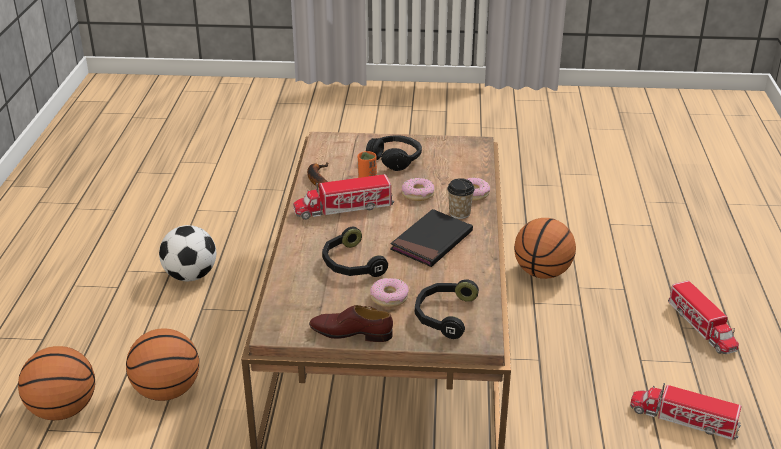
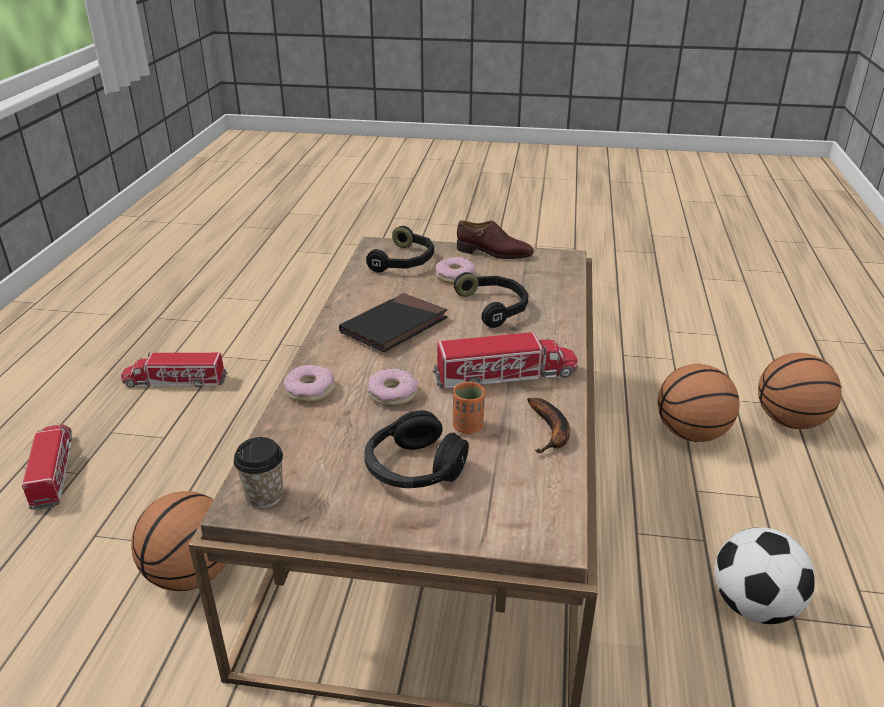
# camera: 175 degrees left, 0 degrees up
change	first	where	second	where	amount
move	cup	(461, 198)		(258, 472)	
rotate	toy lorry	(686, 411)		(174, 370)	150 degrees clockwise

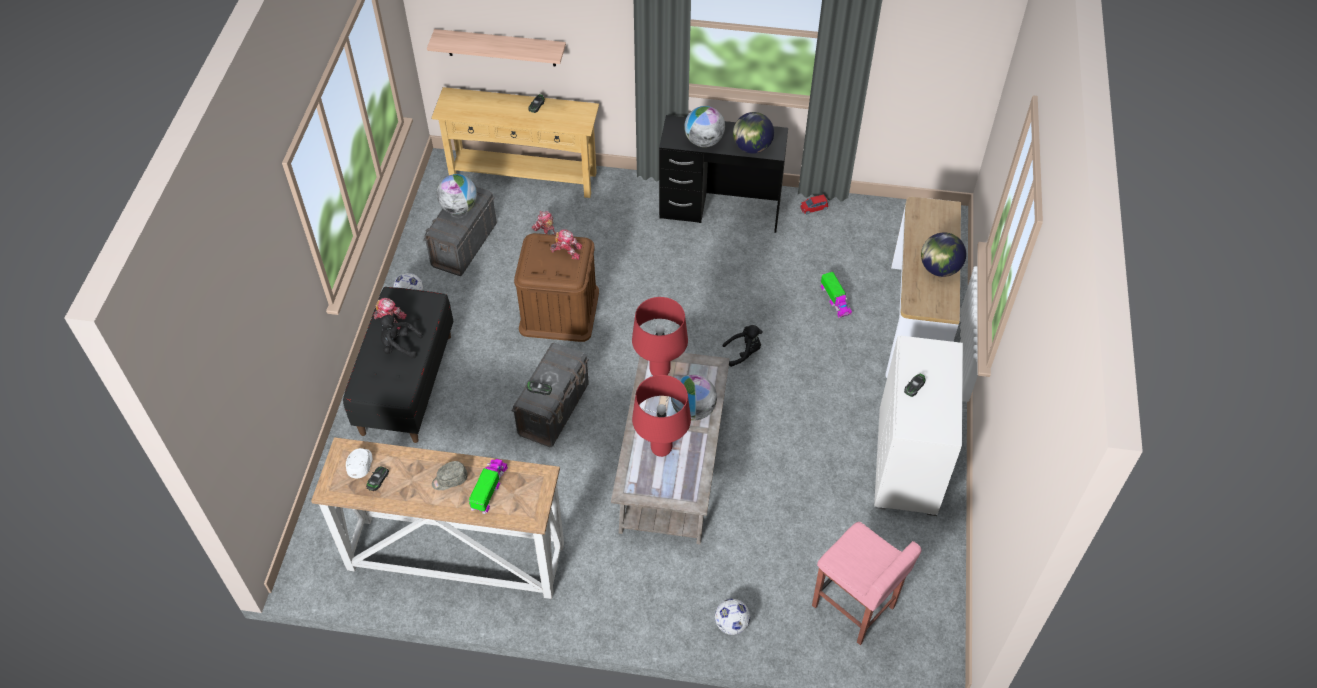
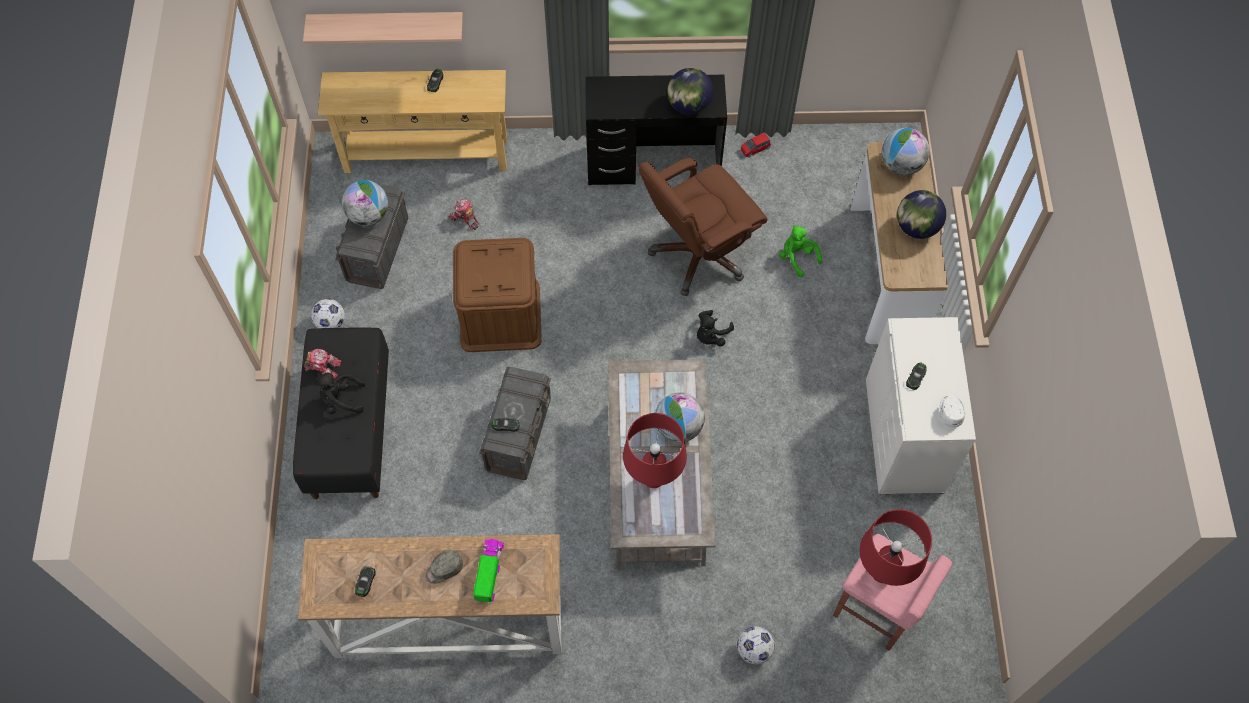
# camera: 10 degrees left, 10 degrees up
change	first	where	second	where	amount
move	white baseball cap	(359, 463)		(952, 411)	
delete	toy robot	(566, 244)			
move	red-coloured table lamp	(660, 336)		(896, 547)	
move	globe	(704, 126)		(906, 151)	
rotate	blackish plush toy	(742, 346)		(715, 328)	150 degrees clockwise
replace	toy lorry	(836, 295)	green-coloured plush toy	(801, 251)	
insert			brown-coloured office chair	(703, 227)	

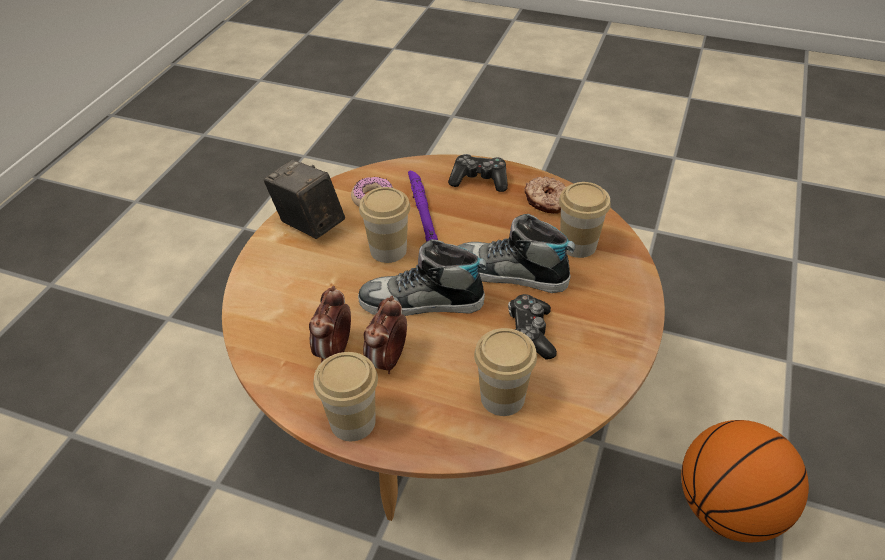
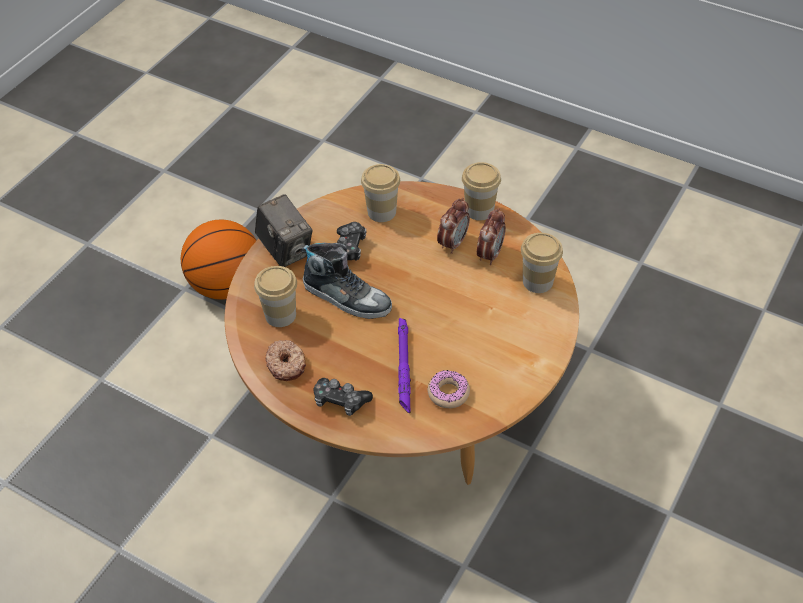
# camera: 170 degrees left, 5 degrees up
change	first	where	second	where	amount
move	photo camera	(304, 199)		(283, 230)	
delete	item of footwear	(422, 277)			
move	cup	(384, 225)		(542, 263)	

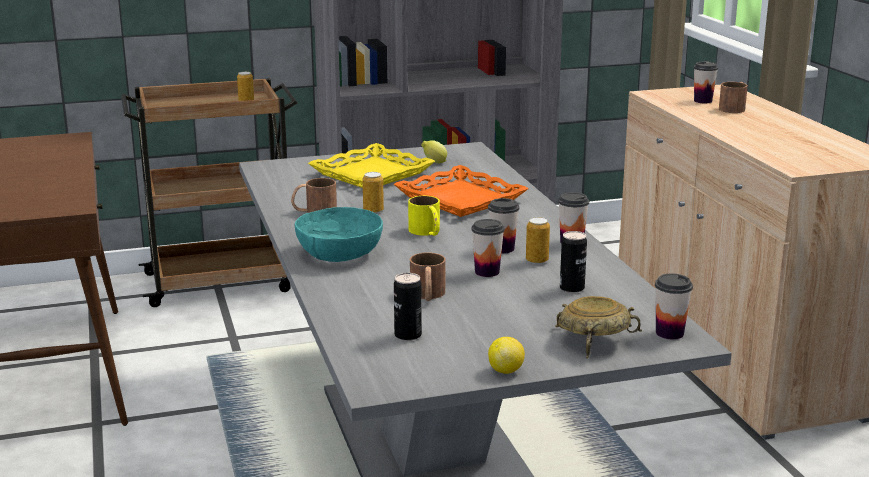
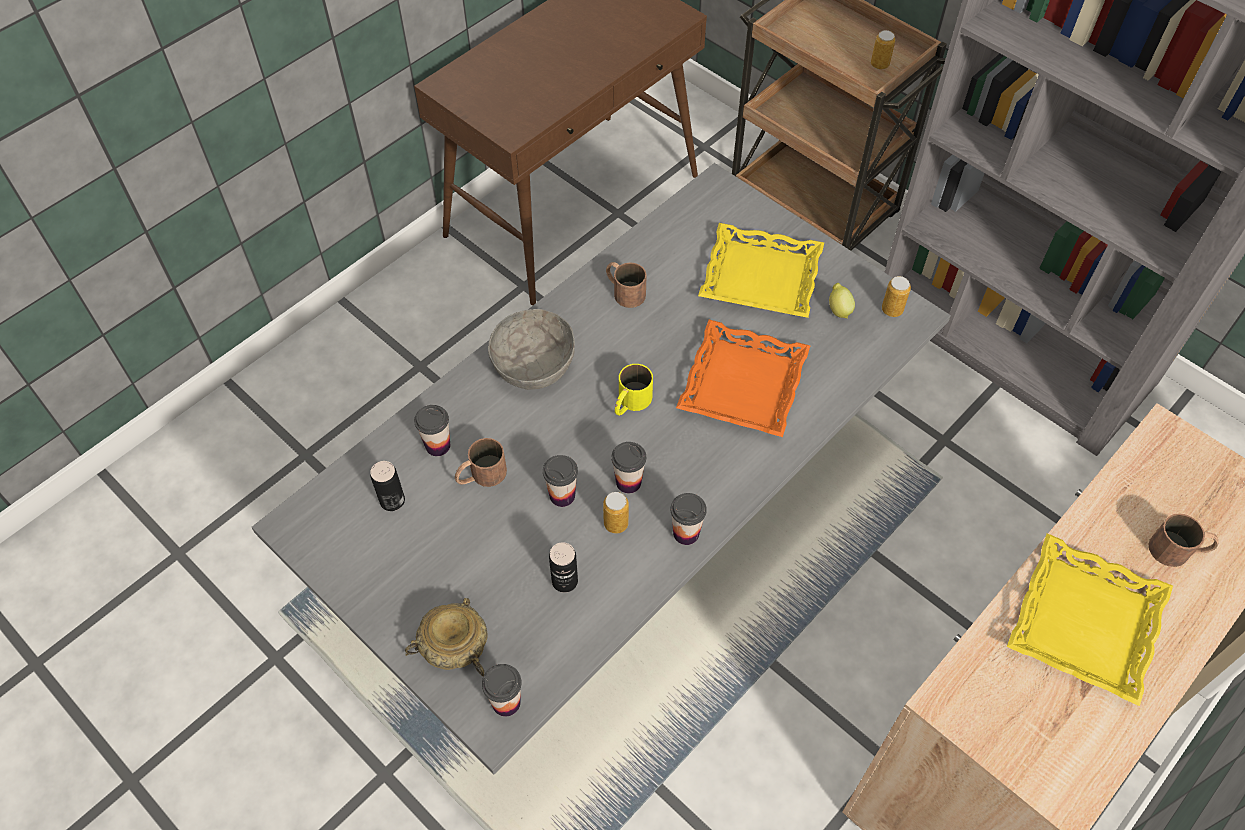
# camera: 60 degrees right, 35 degrees up
change	first	where	second	where	amount
recolor	blue-green serving bowl	(339, 234)	gray serving bowl	(531, 349)	
move	can	(373, 192)		(896, 296)	
delete	citrus fruit	(506, 355)			
move	cup	(706, 82)		(432, 430)	
insert			yellow tray	(1090, 619)	

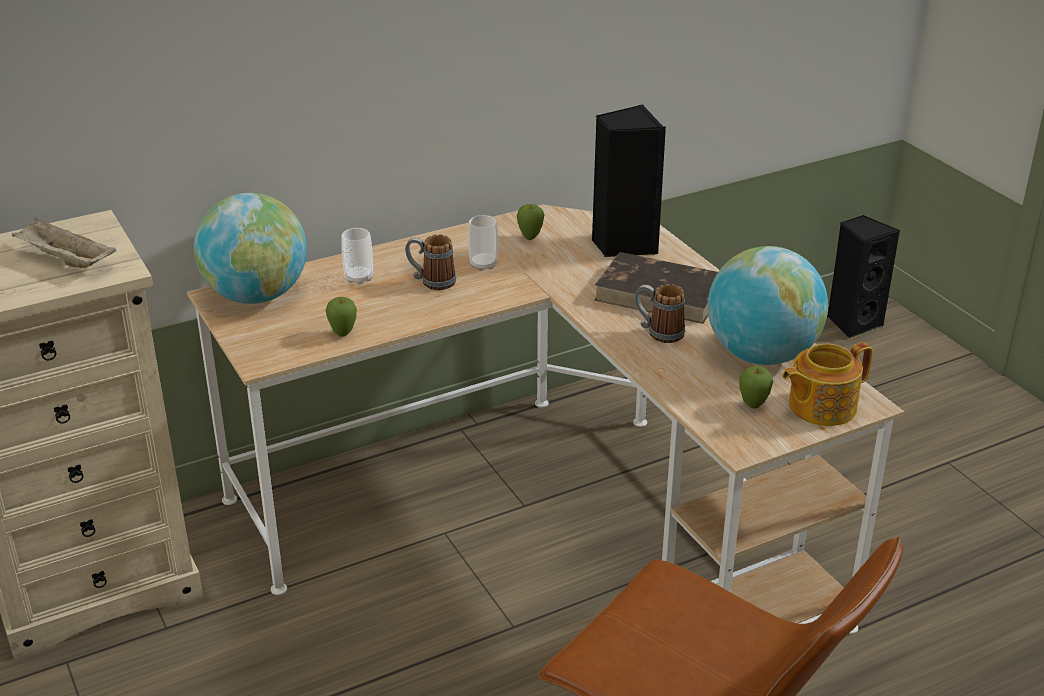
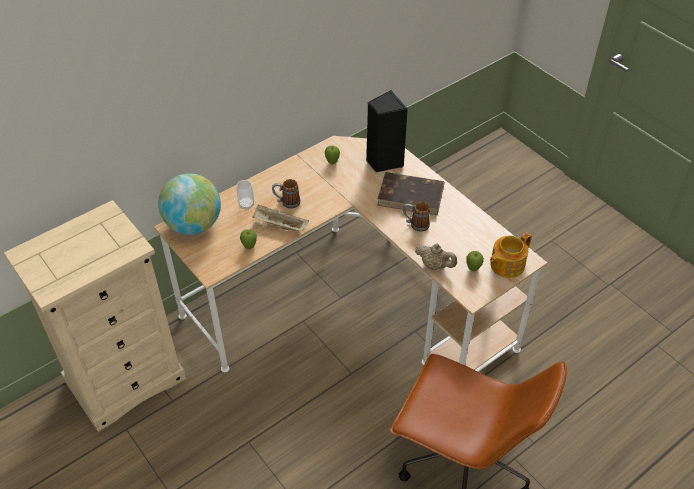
# camera: 10 degrees left, 15 degrees up
change	first	where	second	where	amount
move	beige tray	(64, 243)		(280, 218)	
delete	cup	(483, 243)			
delete	globe	(767, 305)			
delete	blackish audio speaker	(863, 276)			
insert			beige teapot	(436, 256)	

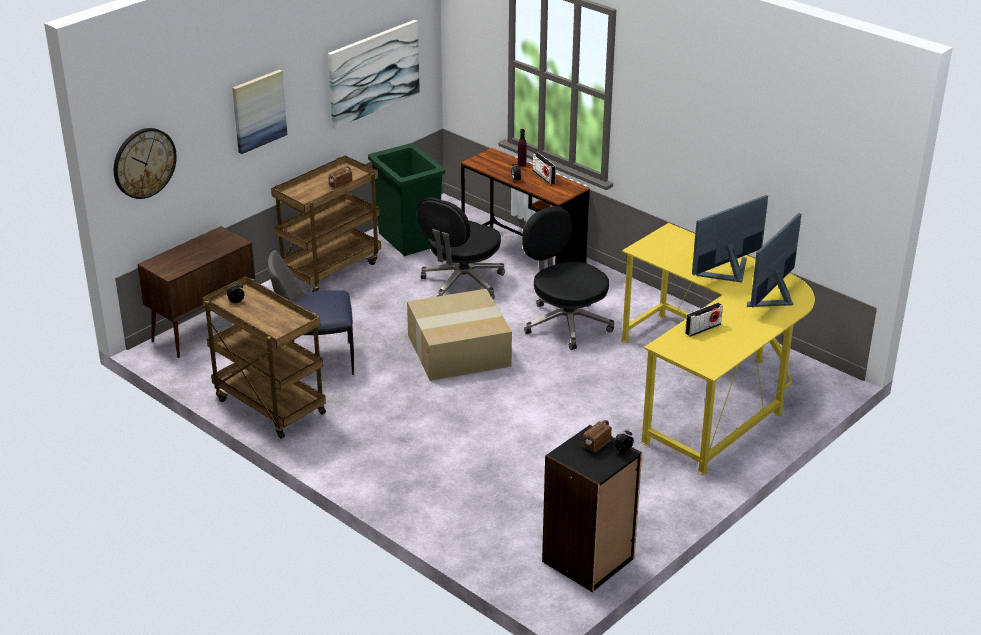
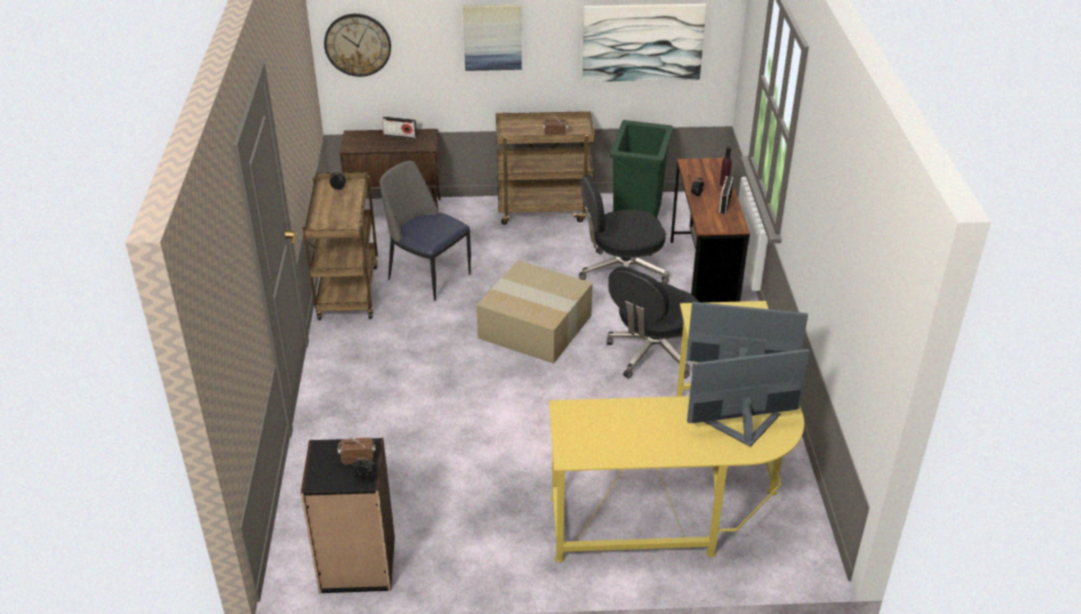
# camera: 45 degrees right, 5 degrees up
change	first	where	second	where	amount
rotate	blackish office chair	(568, 278)		(653, 322)	150 degrees counterclockwise
move	radio set	(704, 319)		(399, 127)	

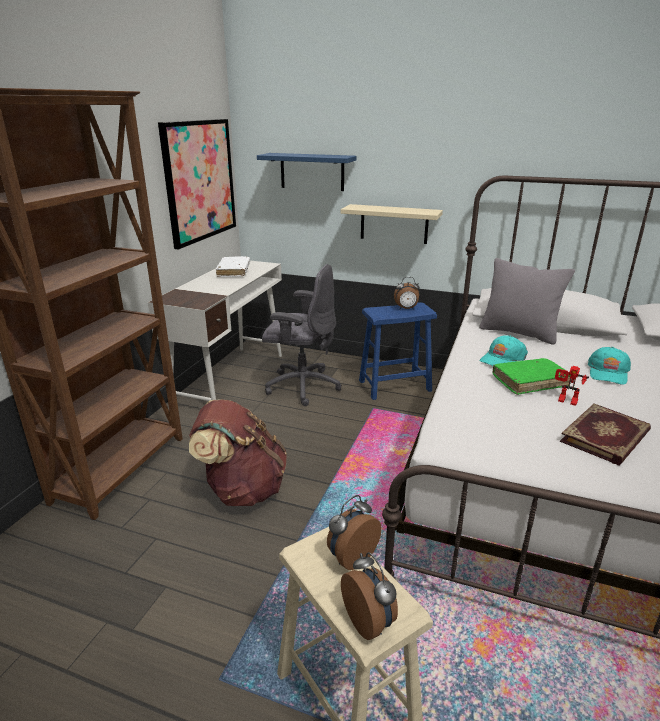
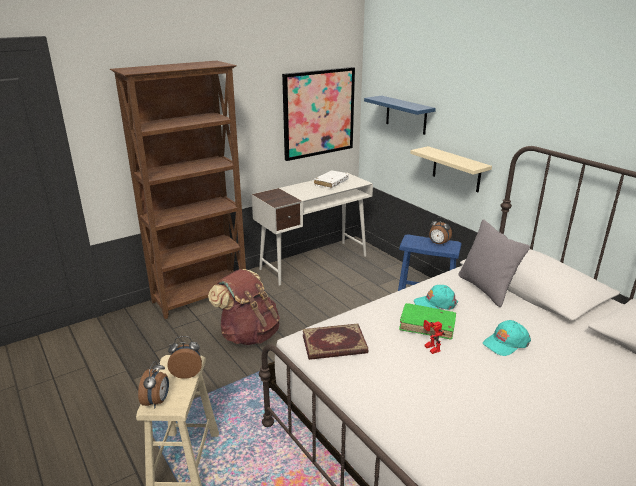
# camera: 35 degrees right, 0 degrees up
change	first	where	second	where	amount
delete	gray office chair	(302, 335)			
move	volume	(605, 434)		(335, 341)	

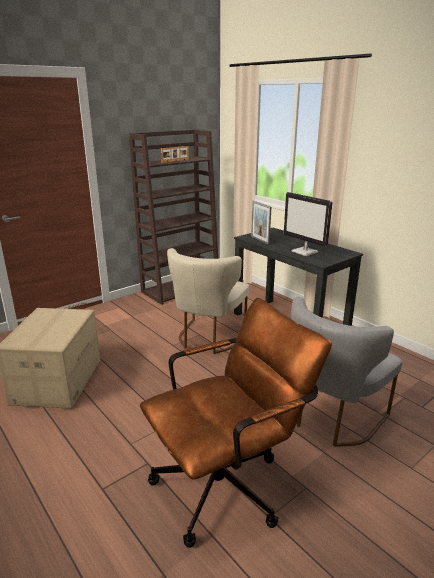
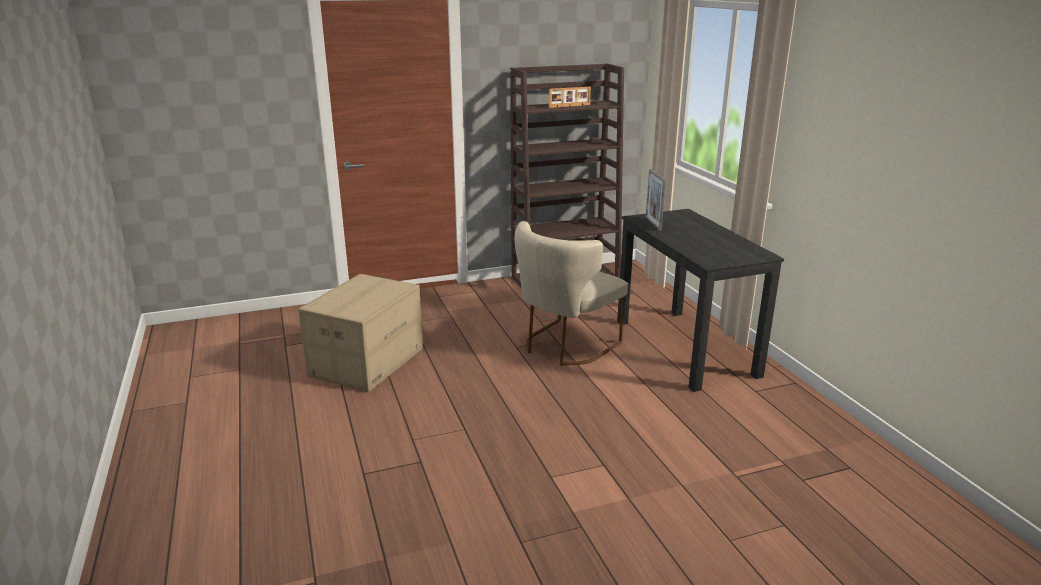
# camera: 20 degrees right, 0 degrees up
change	first	where	second	where	amount
delete	brown-coloured office chair	(236, 423)			
delete	computer display	(308, 224)			
delete	gray chair	(347, 372)			

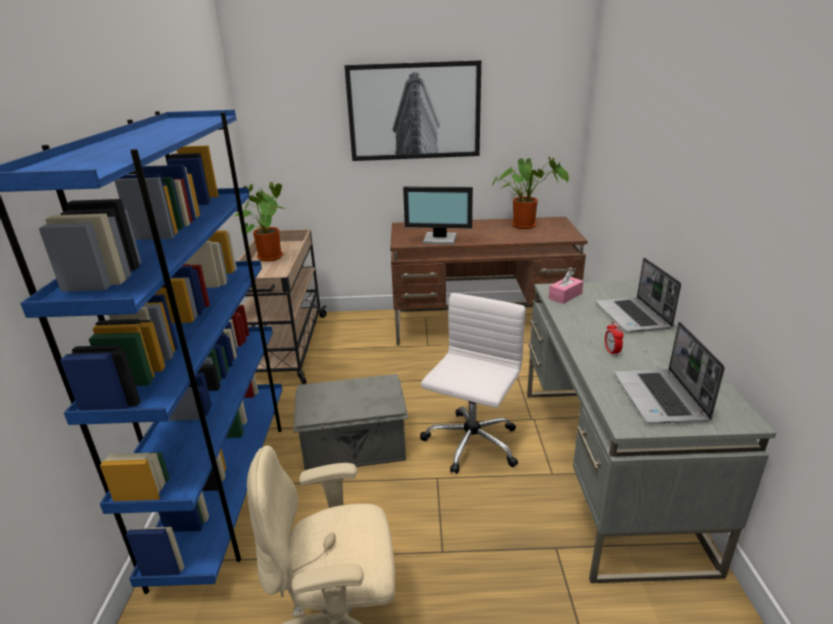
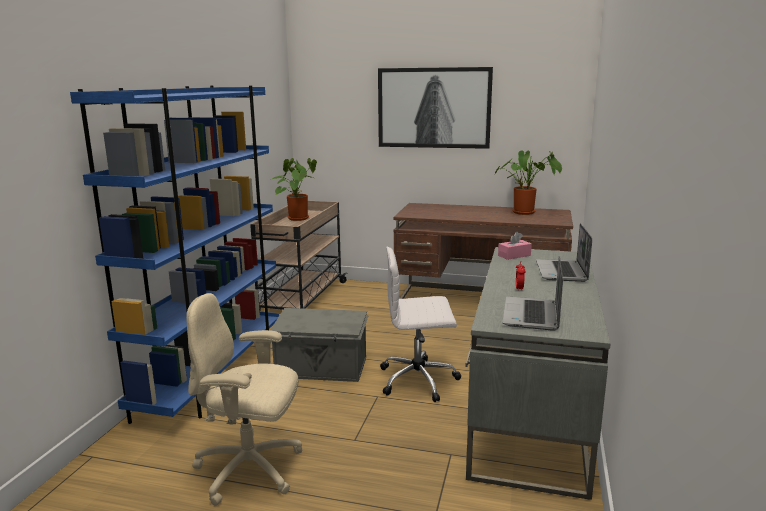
# camera: 15 degrees right, 10 degrees down
change	first	where	second	where	amount
delete	computer display	(438, 215)			
rotate	white office chair	(473, 383)		(420, 324)	135 degrees counterclockwise

